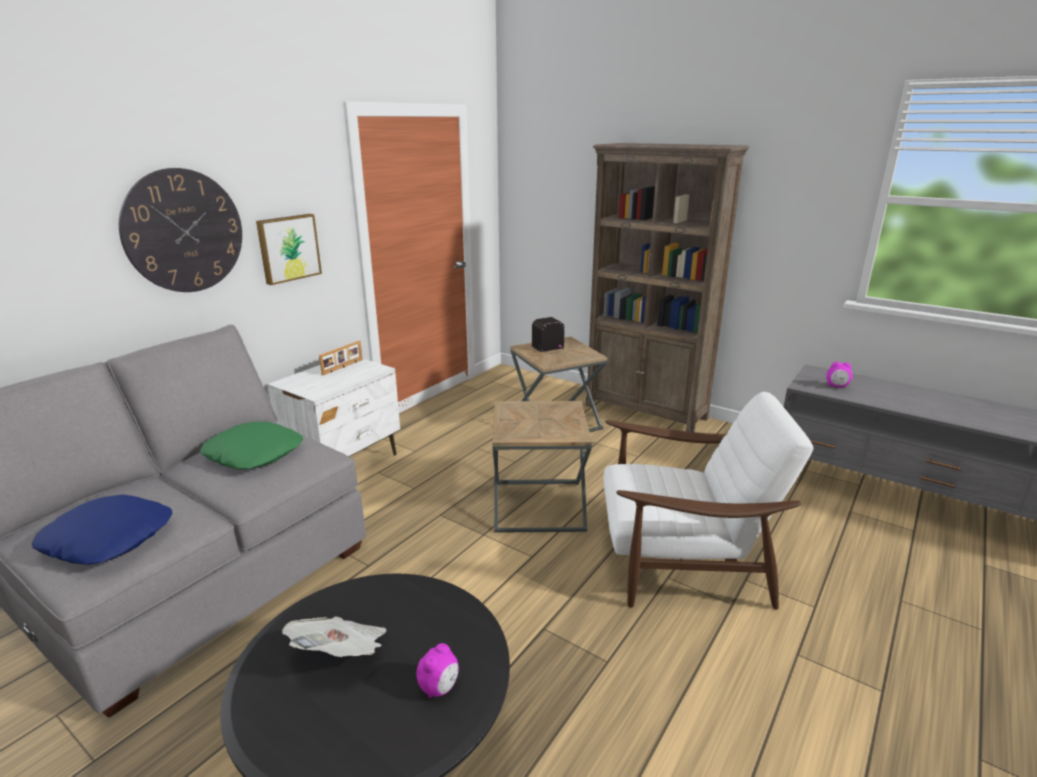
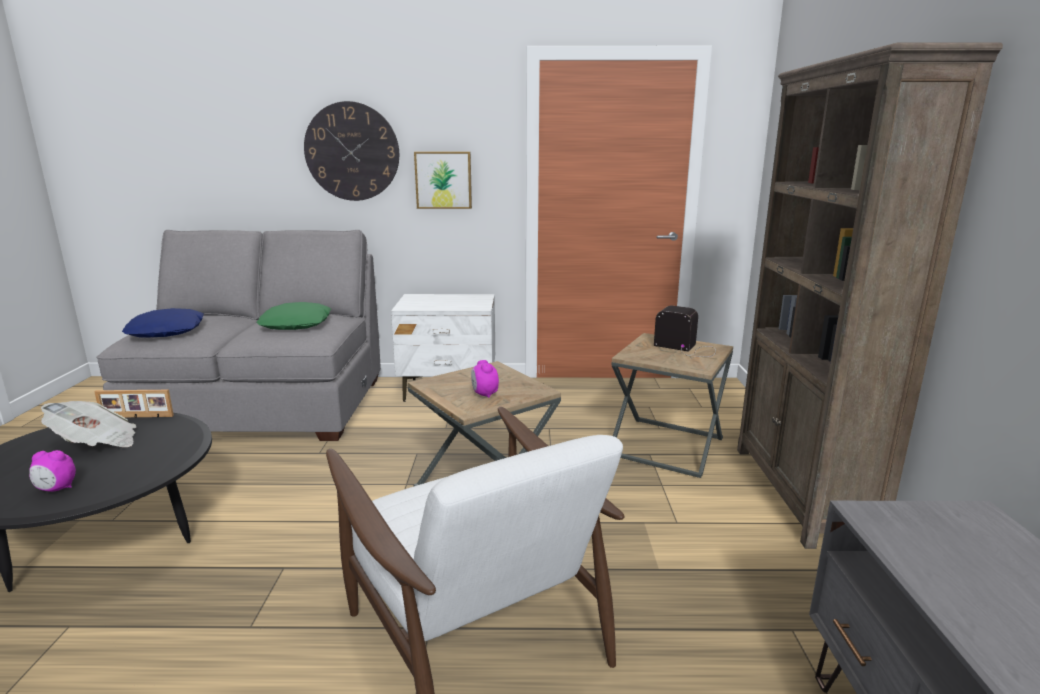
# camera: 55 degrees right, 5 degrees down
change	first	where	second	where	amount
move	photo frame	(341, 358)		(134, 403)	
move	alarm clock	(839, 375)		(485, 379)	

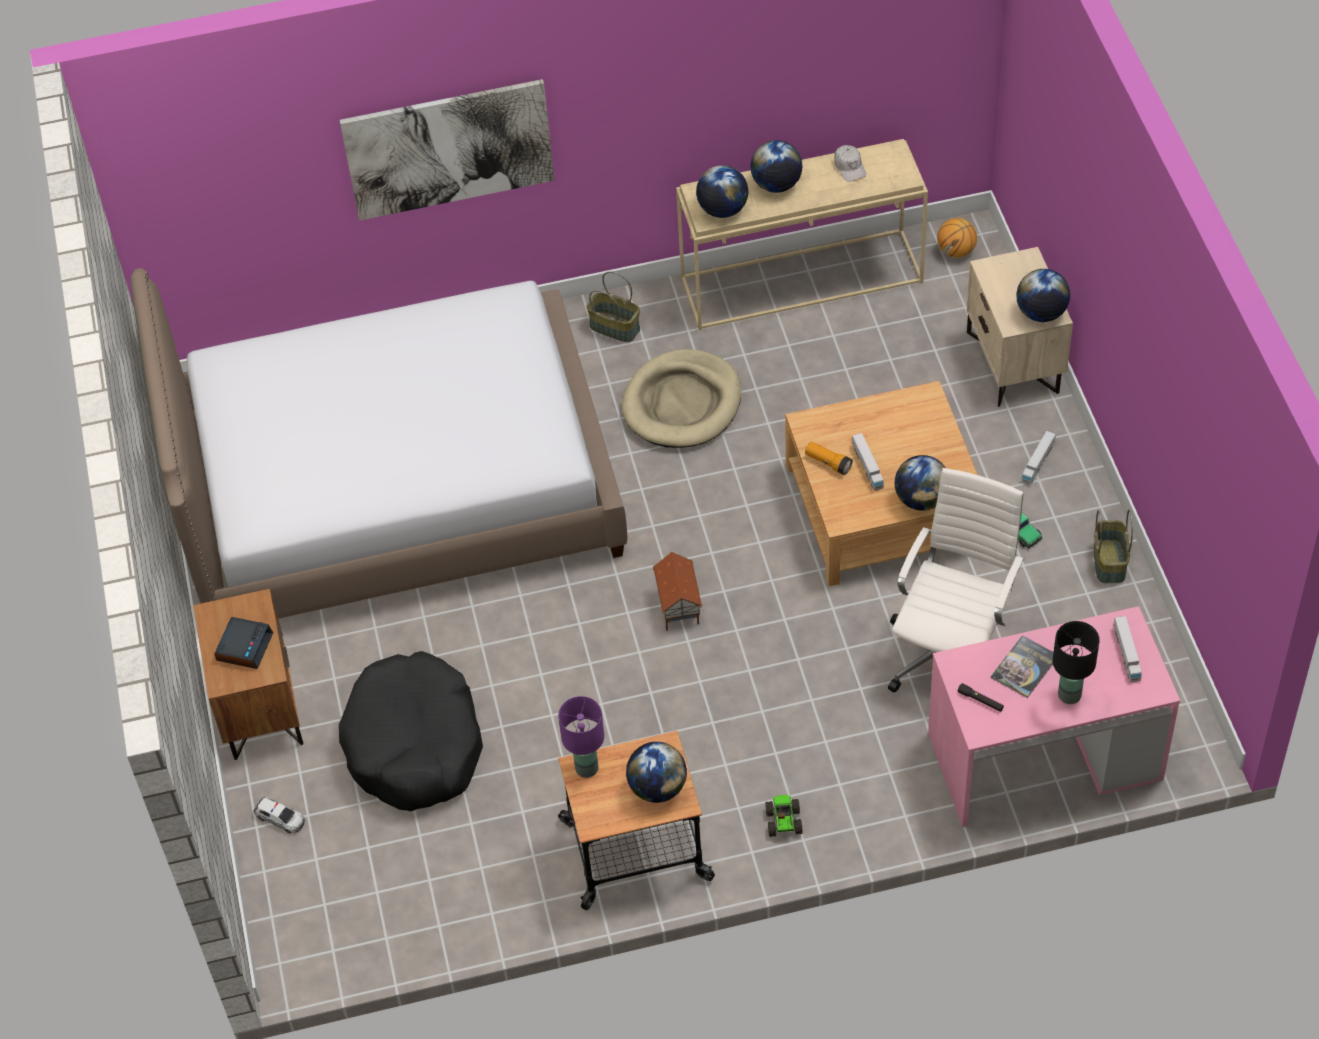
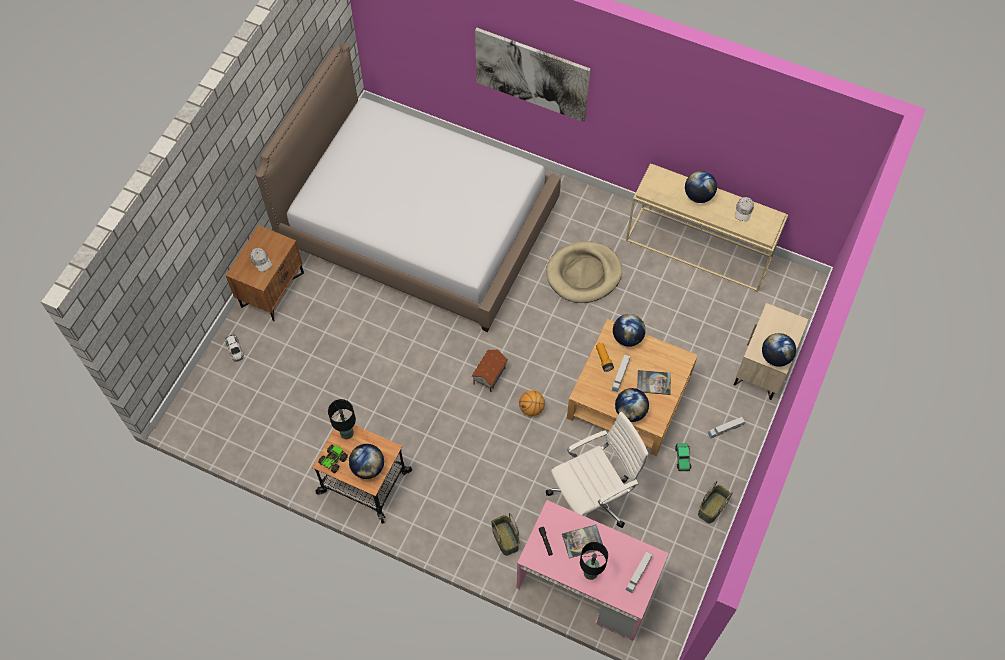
# camera: 35 degrees right, 10 degrees up
change	first	where	second	where	amount
replace	alarm clock	(244, 643)	white baseball cap	(261, 260)	
delete	blackish pet bed	(411, 731)			
recolor	purplish table lamp	(581, 737)	blackish table lamp	(342, 419)	
move	storage basket	(613, 306)		(506, 534)	
move	globe	(722, 191)		(629, 330)	
move	toy lorry	(784, 816)		(333, 459)	
move	ball for basketball	(957, 238)		(532, 403)	
insert			volume	(654, 382)	

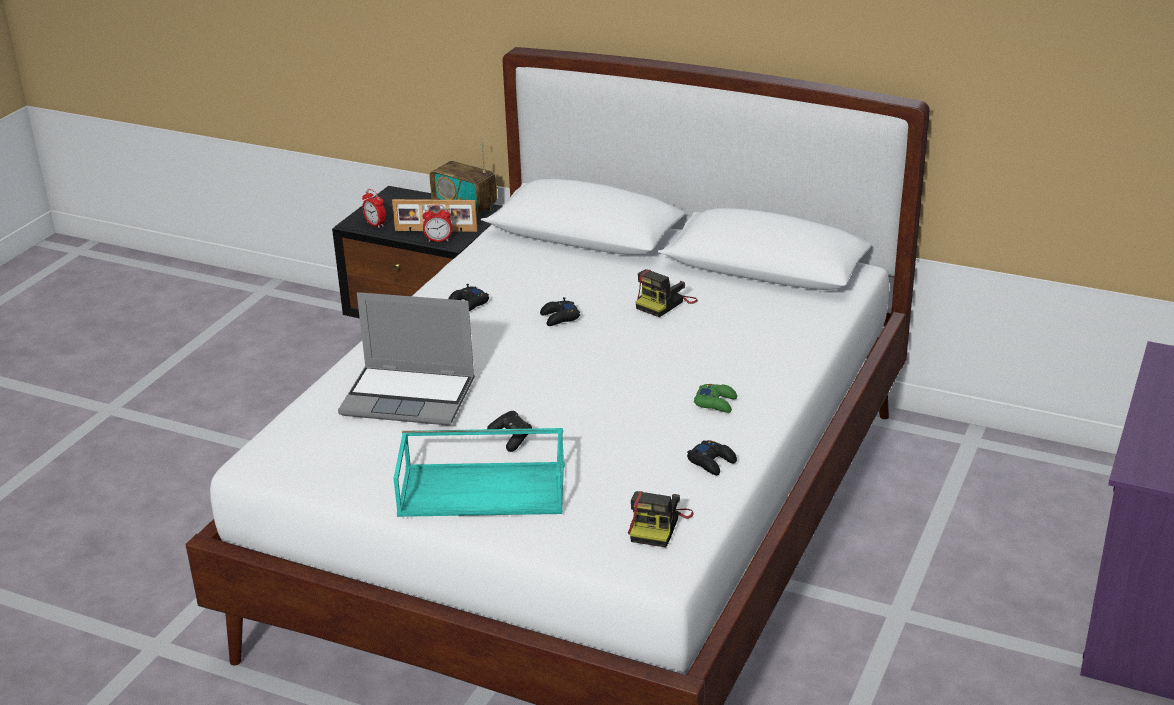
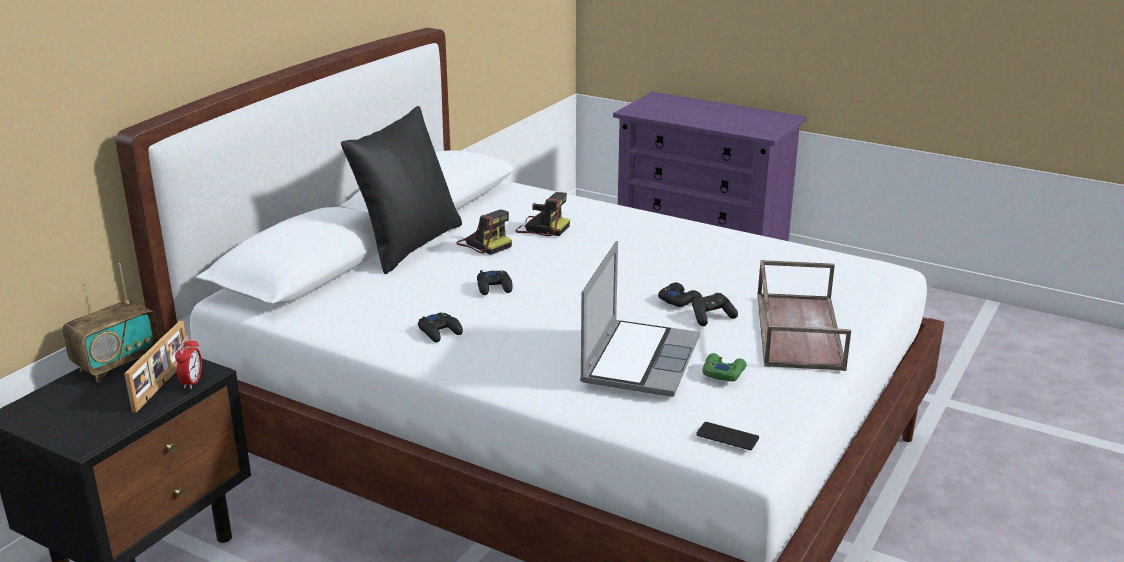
# camera: 85 degrees left, 5 degrees down
change	first	where	second	where	amount
delete	alarm clock	(374, 208)			
recolor	blue-green tray	(479, 472)	brown-coloured tray	(804, 315)	
move	photo camera	(661, 519)		(542, 214)	
move	blackish game controller	(712, 457)		(680, 294)	
move	green-coloured game controller	(715, 398)		(724, 367)	
insert			blackish pillow	(401, 190)	
insert			phone	(727, 436)	

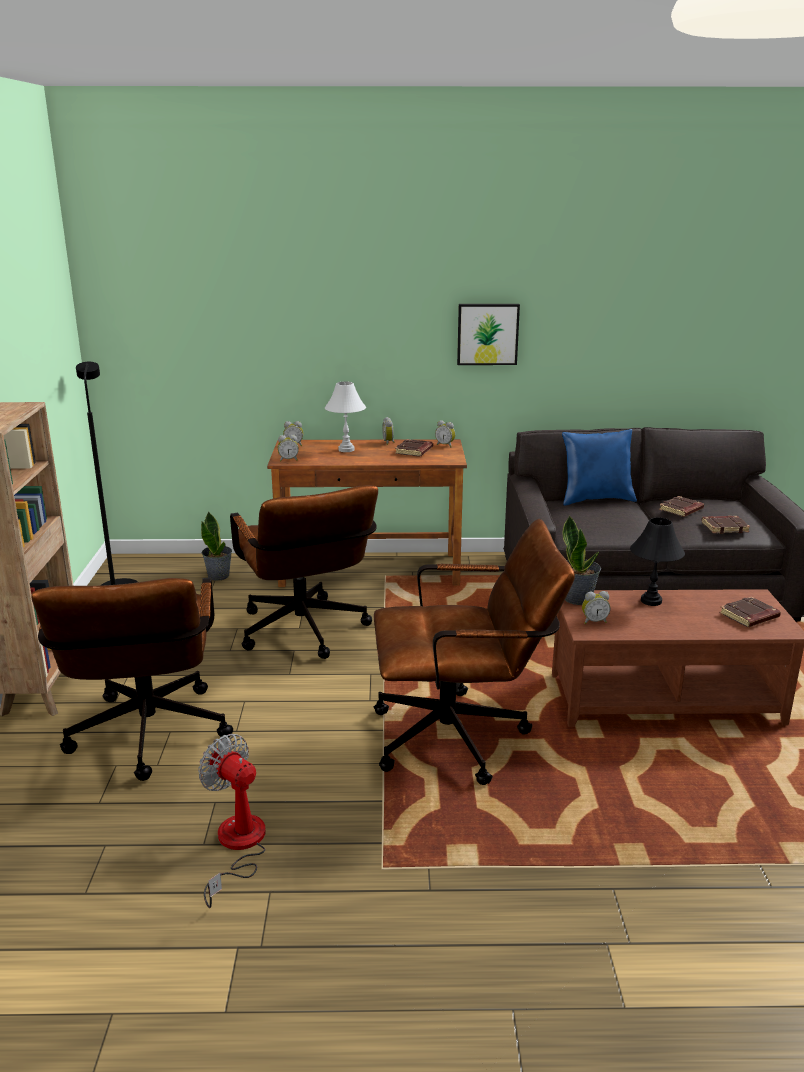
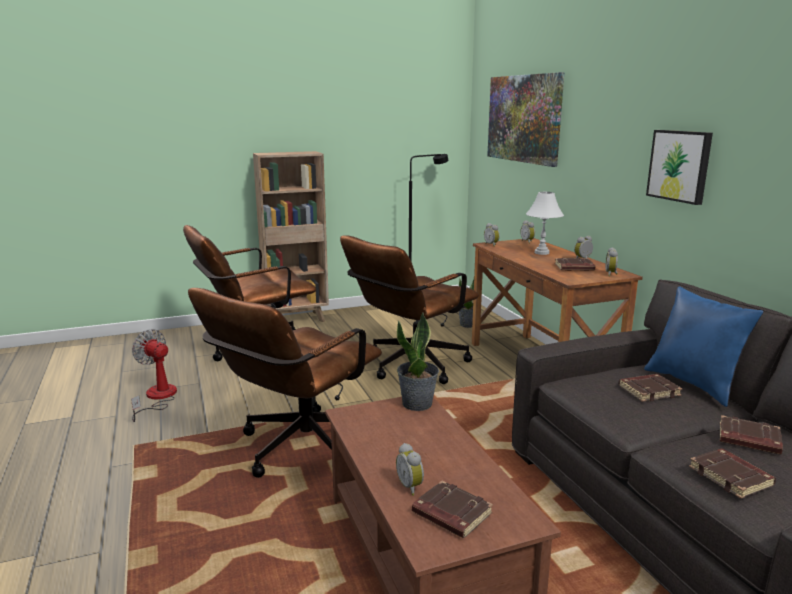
# camera: 70 degrees right, 5 degrees down
change	first	where	second	where	amount
rotate	cooling fan	(232, 821)		(154, 375)	75 degrees counterclockwise
rotate	brown-coloured office chair	(474, 652)		(285, 383)	60 degrees clockwise
move	alarm clock	(596, 607)		(410, 469)	
delete	blackish table lamp	(657, 562)			
insert			picture	(525, 119)	
insert			brown-coloured volume	(650, 388)	

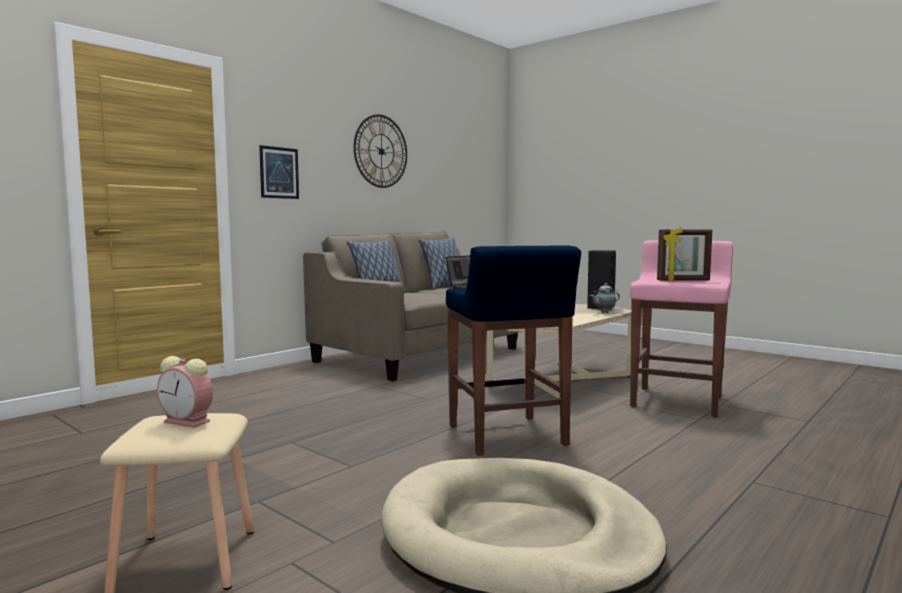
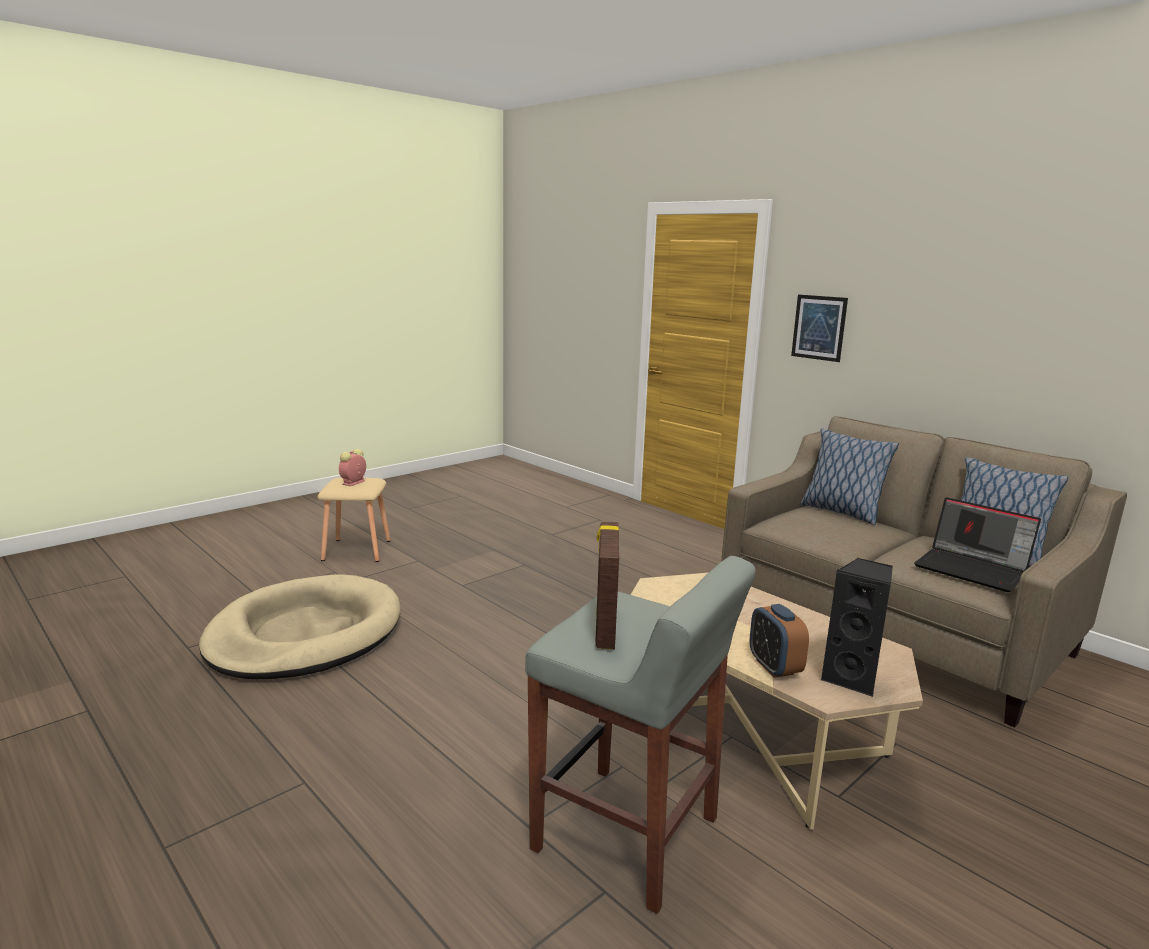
# camera: 95 degrees right, 10 degrees up
change	first	where	second	where	amount
delete	wall clock	(380, 151)			
delete	blue sitting stool	(513, 350)			
replace	teapot	(605, 298)	alarm clock	(779, 641)	
recolor	pinkish sitting stool	(681, 328)	gray sitting stool	(640, 735)	

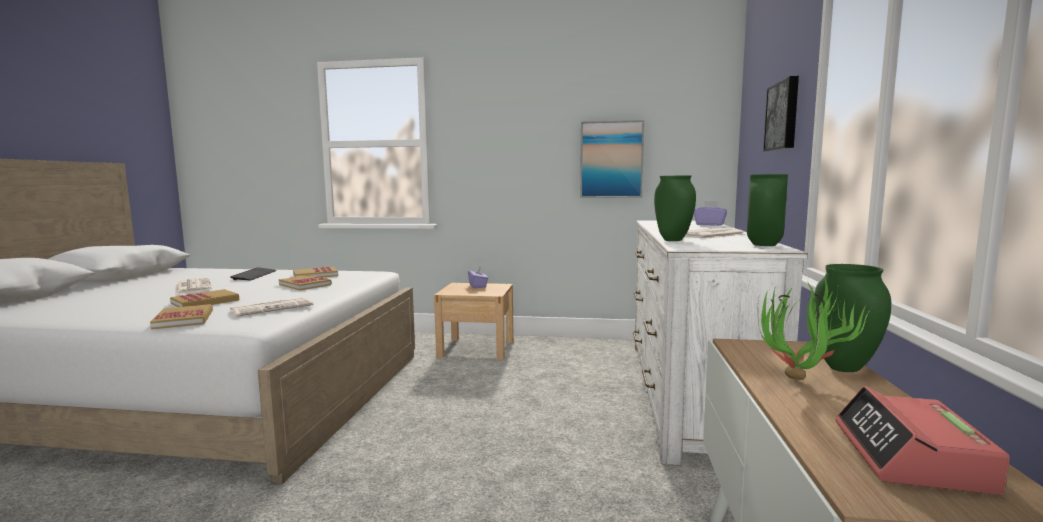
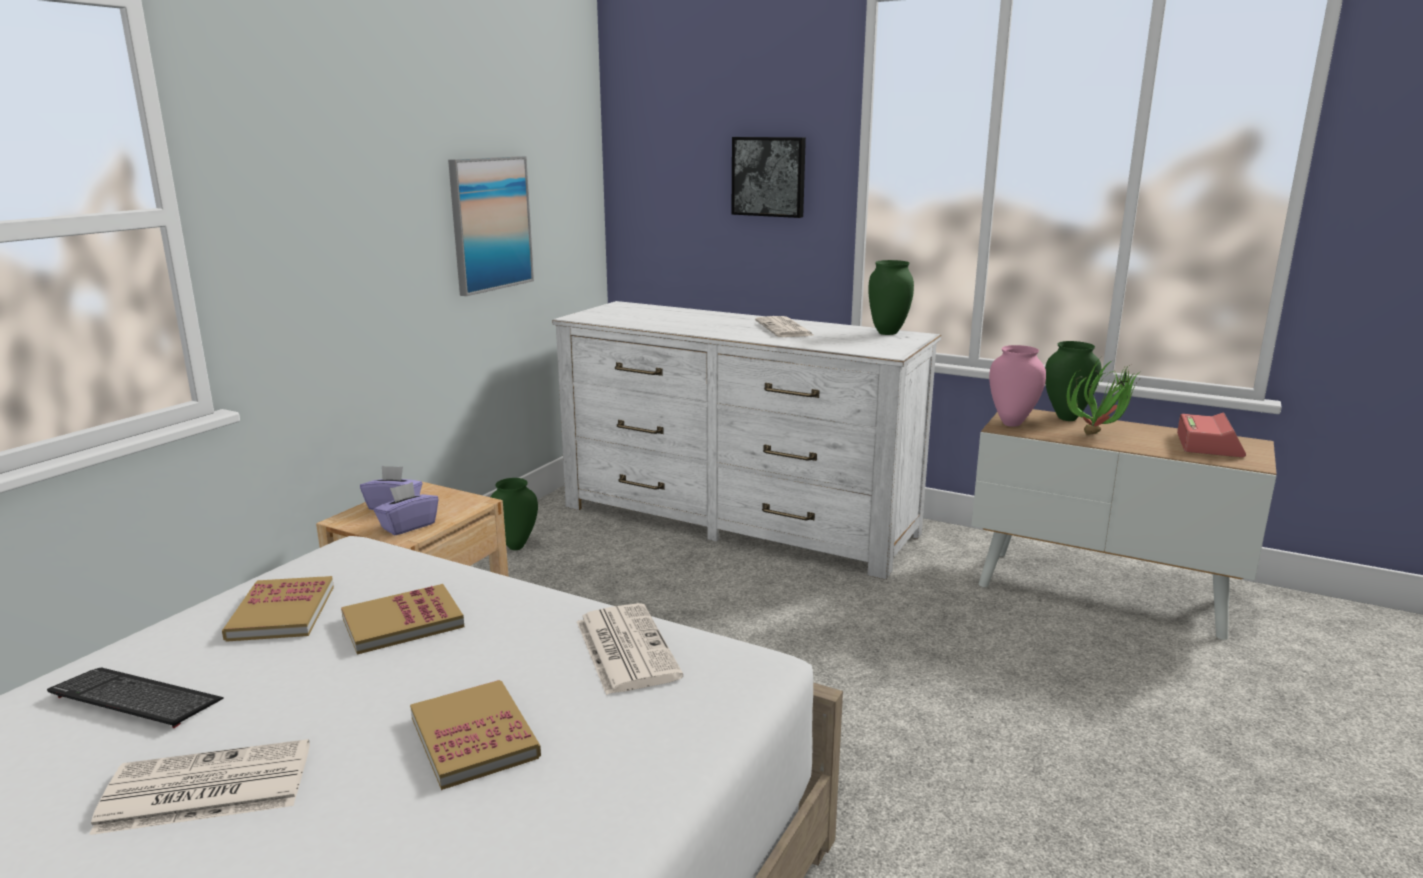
# camera: 70 degrees left, 10 degrees up
change	first	where	second	where	amount
delete	volume	(181, 317)			
move	green-coloured vase	(675, 208)		(514, 514)	
move	purplish box of tissues	(710, 213)		(406, 509)	
rotate	alarm clock	(922, 440)		(1211, 434)	105 degrees counterclockwise
insert			pinkish vase	(1017, 386)	

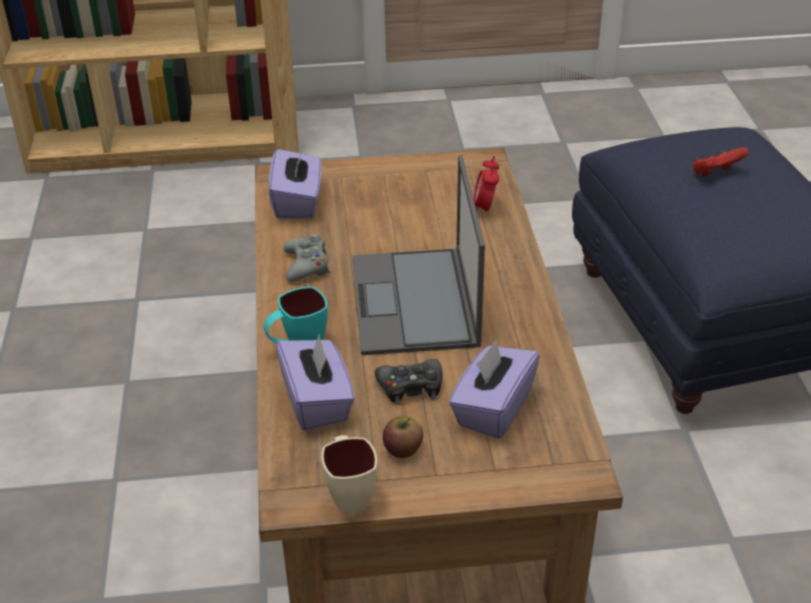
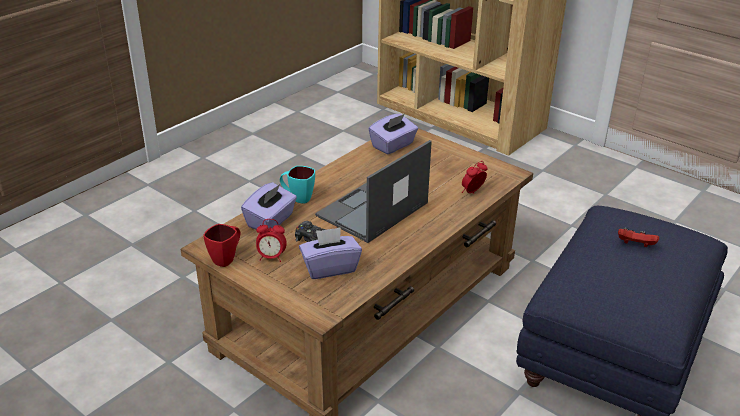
# camera: 45 degrees right, 5 degrees down
change	first	where	second	where	amount
delete	gray game controller	(306, 257)			
recolor	beige mug	(349, 474)	red-coloured mug	(221, 245)	
replace	apple	(403, 437)	alarm clock	(271, 240)	

